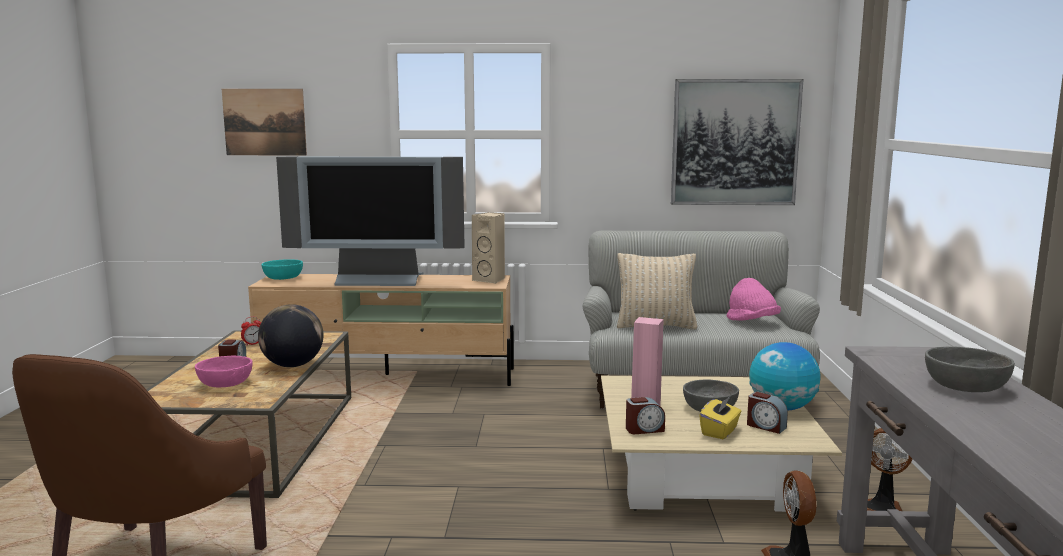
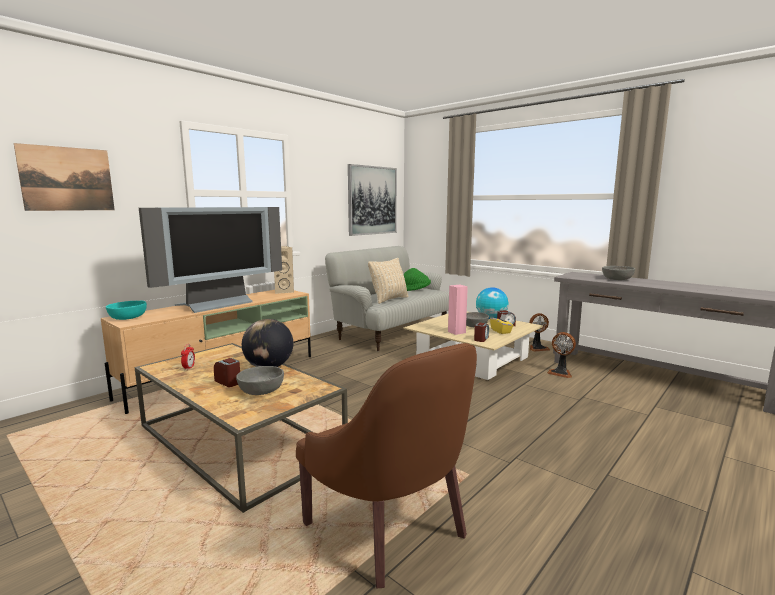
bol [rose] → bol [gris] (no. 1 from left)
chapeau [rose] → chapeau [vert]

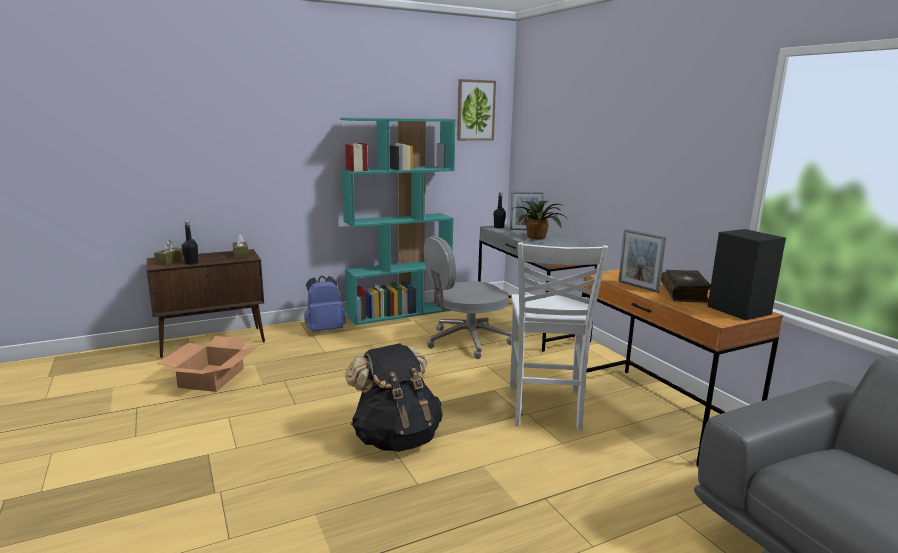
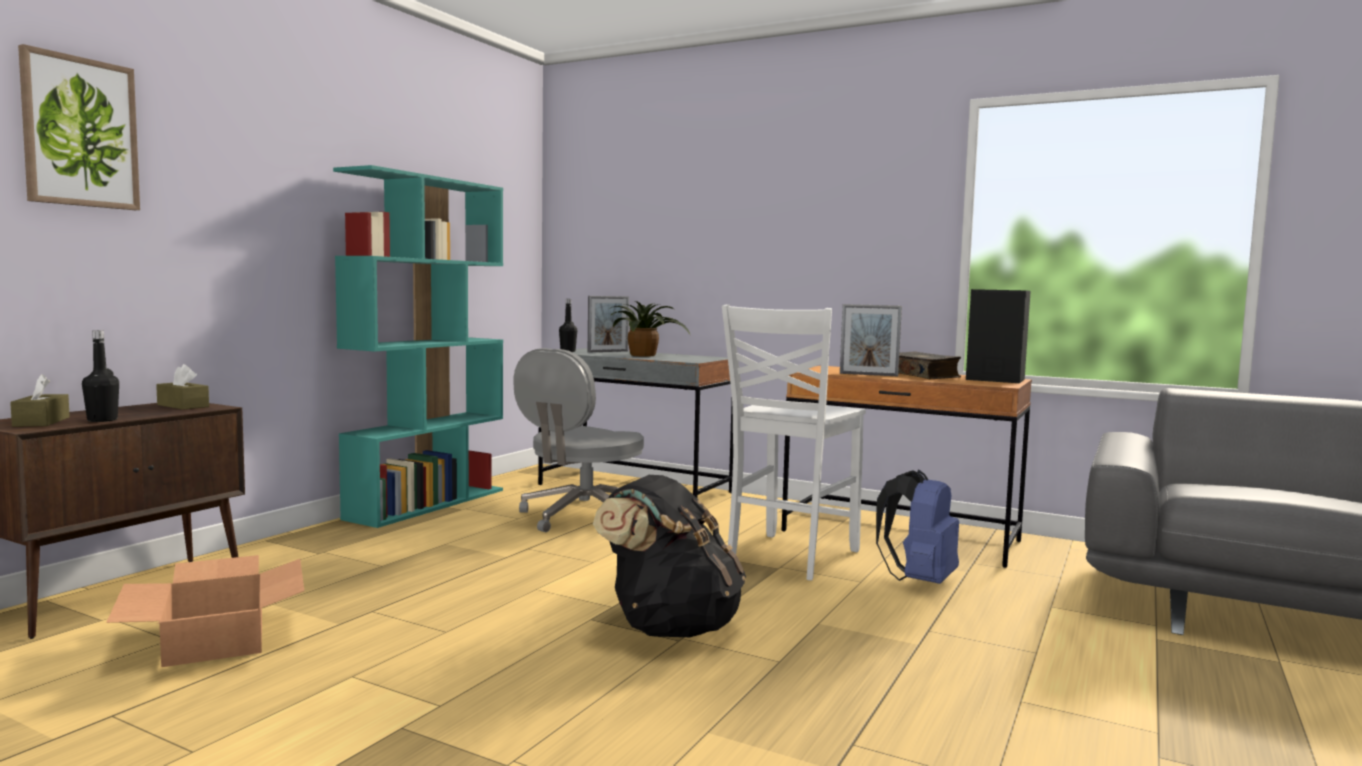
sac à dos [bleu], shifted
tableau, shifted
chaise [blanc], 60 degrees clockwise

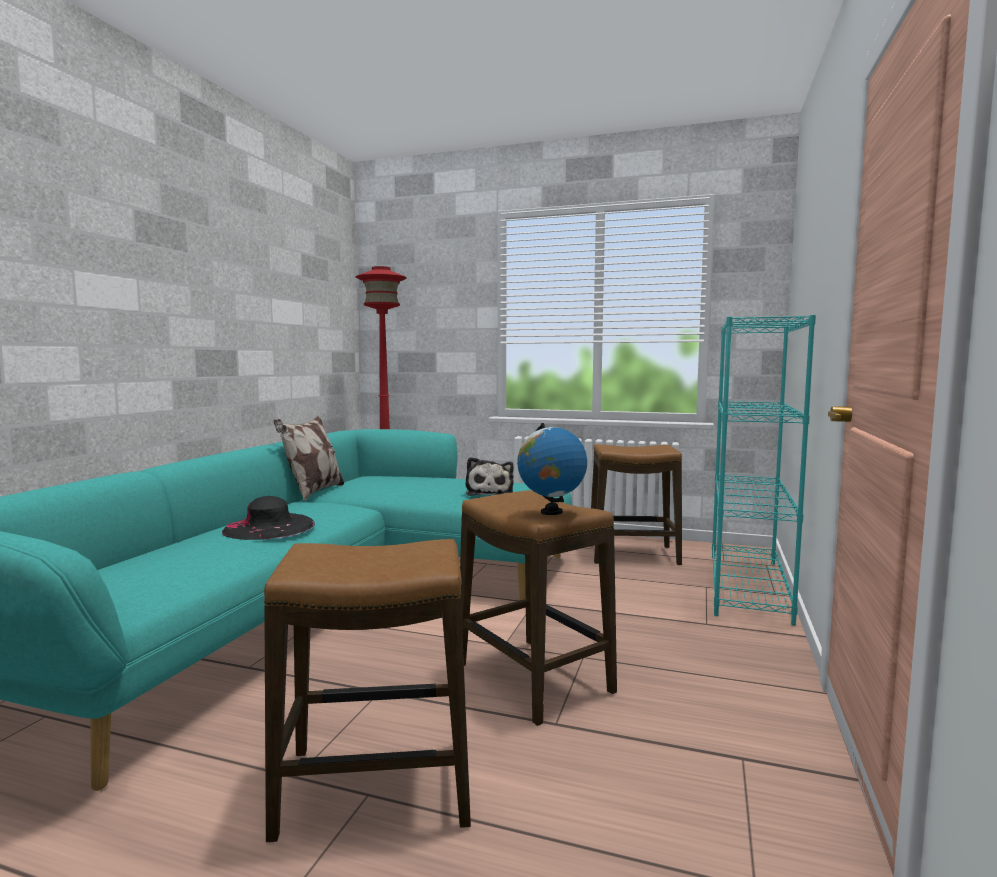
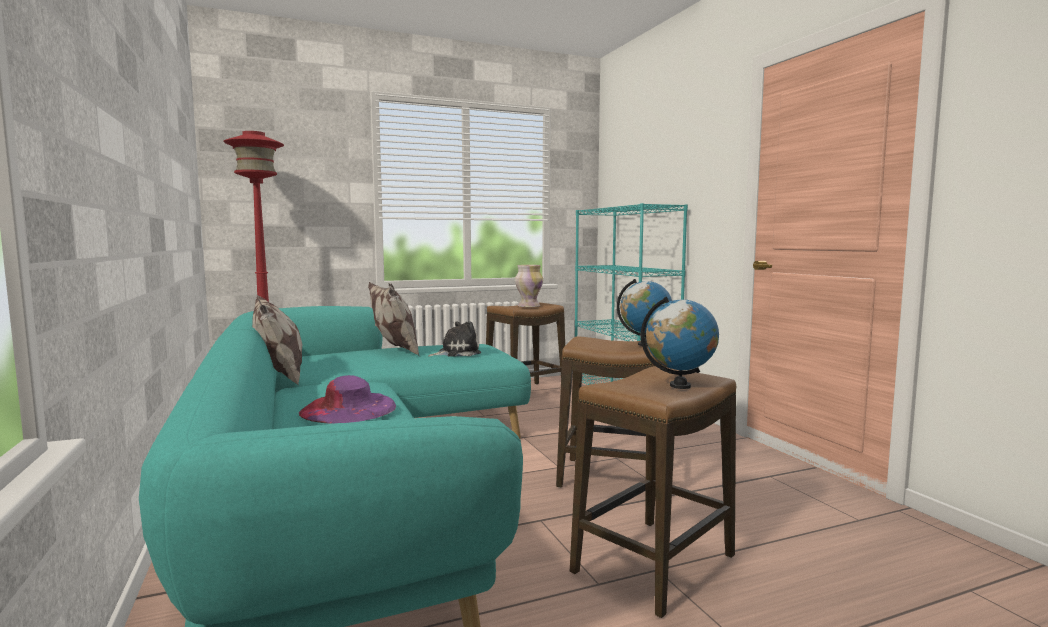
chapeau [noir] → chapeau [violet]
peluche, 75 degrees counterclockwise
- → coussin (no. 2 from left)
- → vase
- → globe (no. 2 from left)

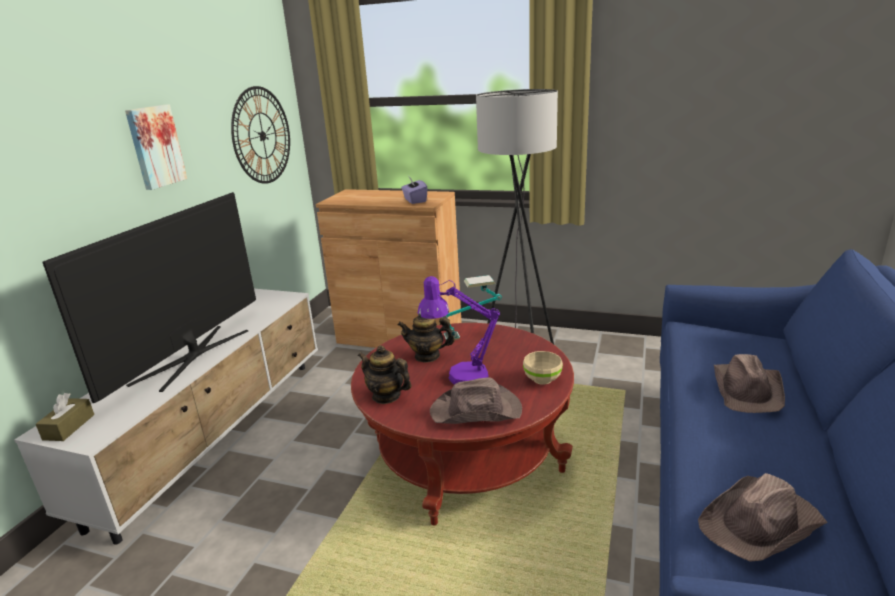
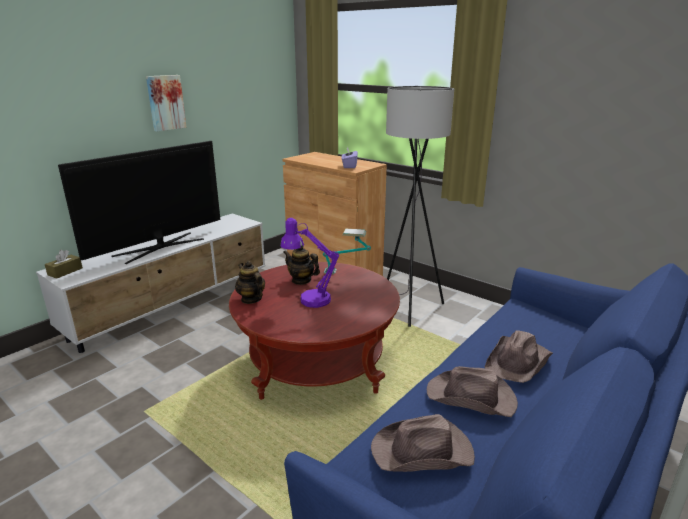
horloge murale → -
chapeau [marron] (no. 1 from left in the first image) → chapeau [marron] (no. 2 from left), shifted
bol [beige] → -

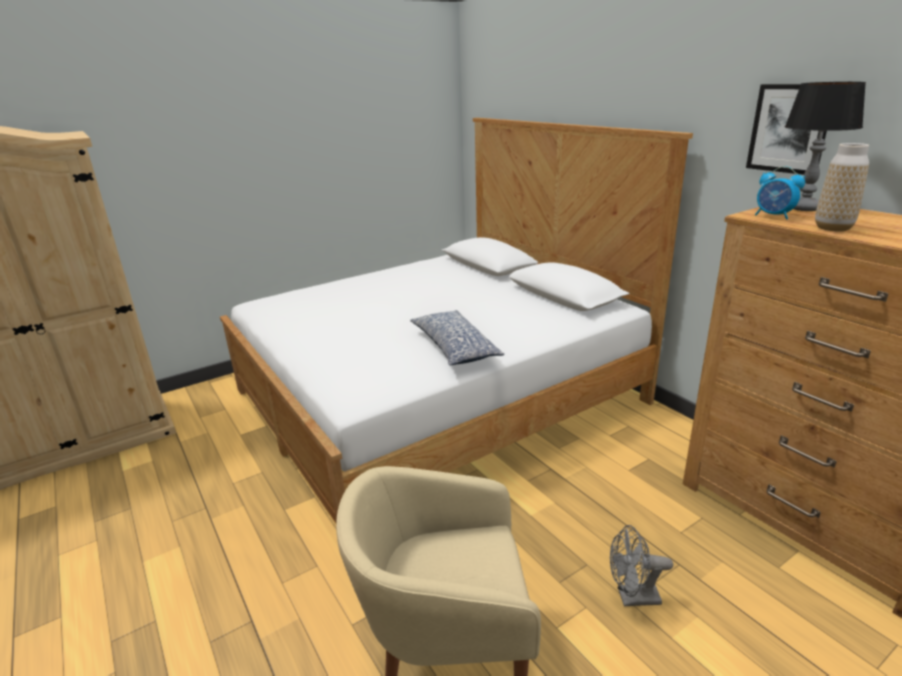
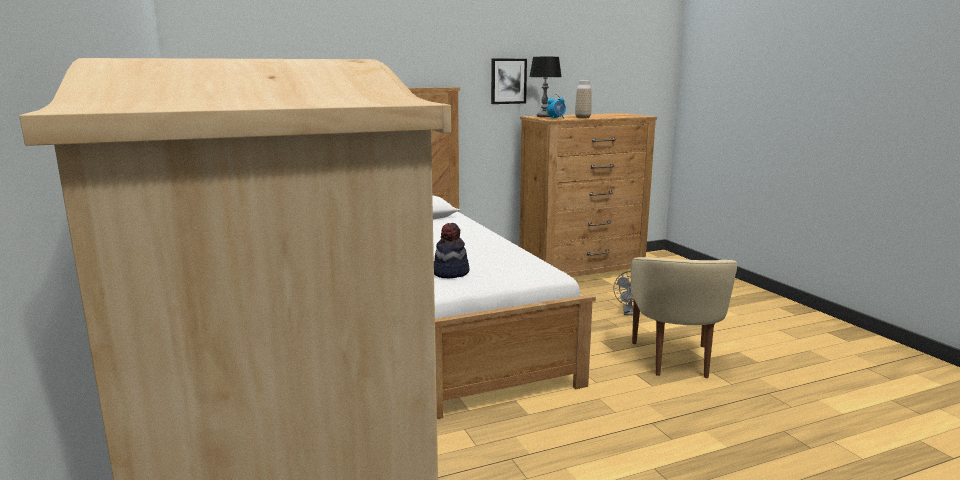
coussin → -
- → chapeau

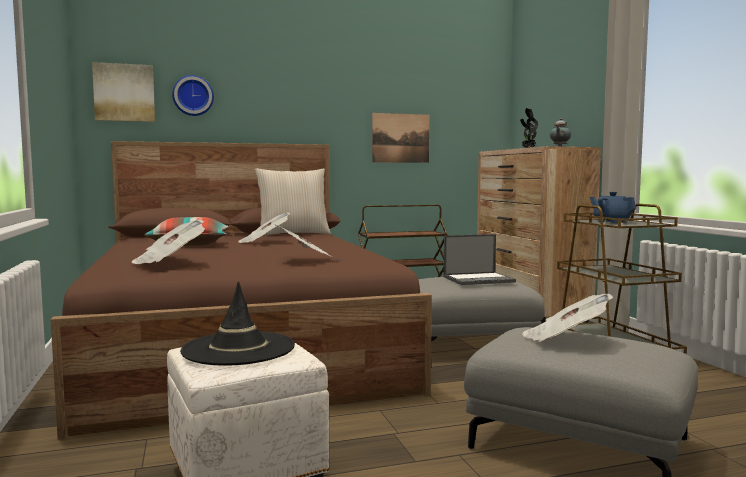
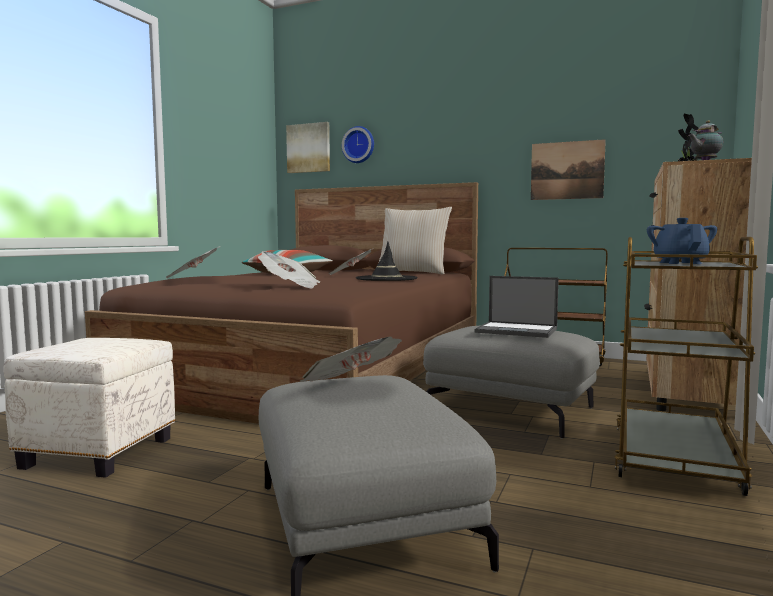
chapeau [noir], shifted

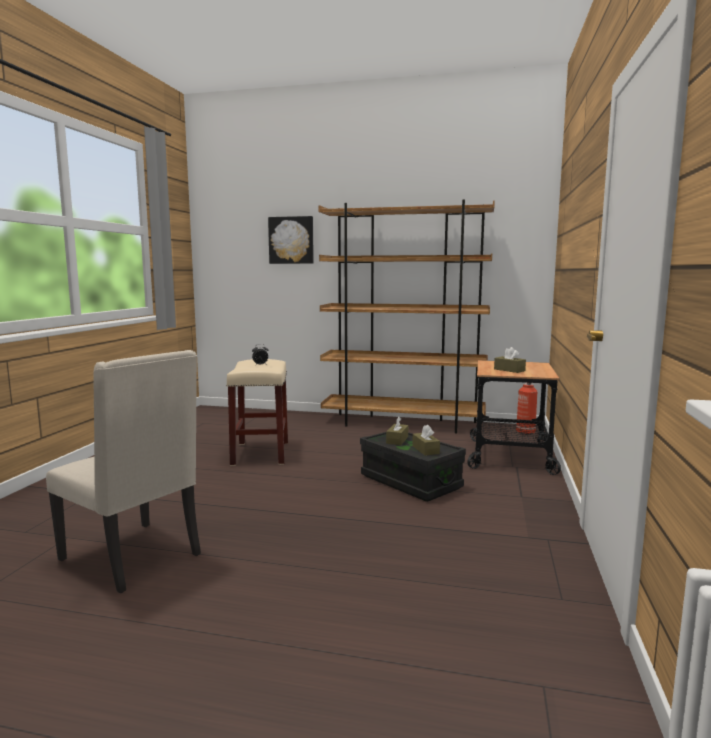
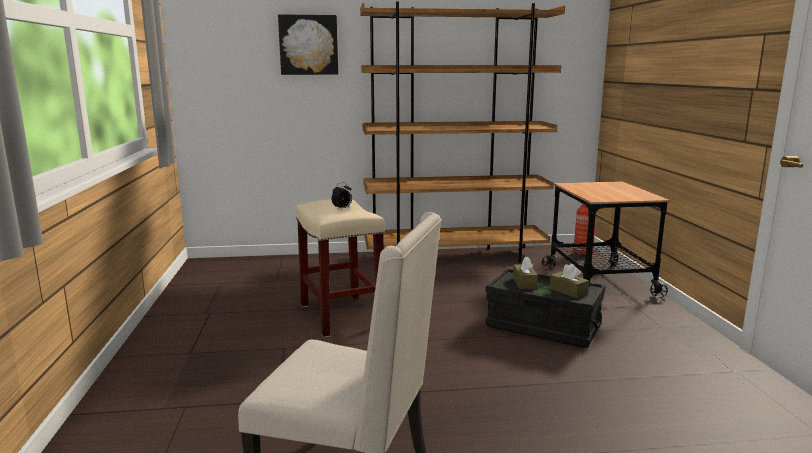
boîte à mouchoirs [marron] (no. 3 from left) → -

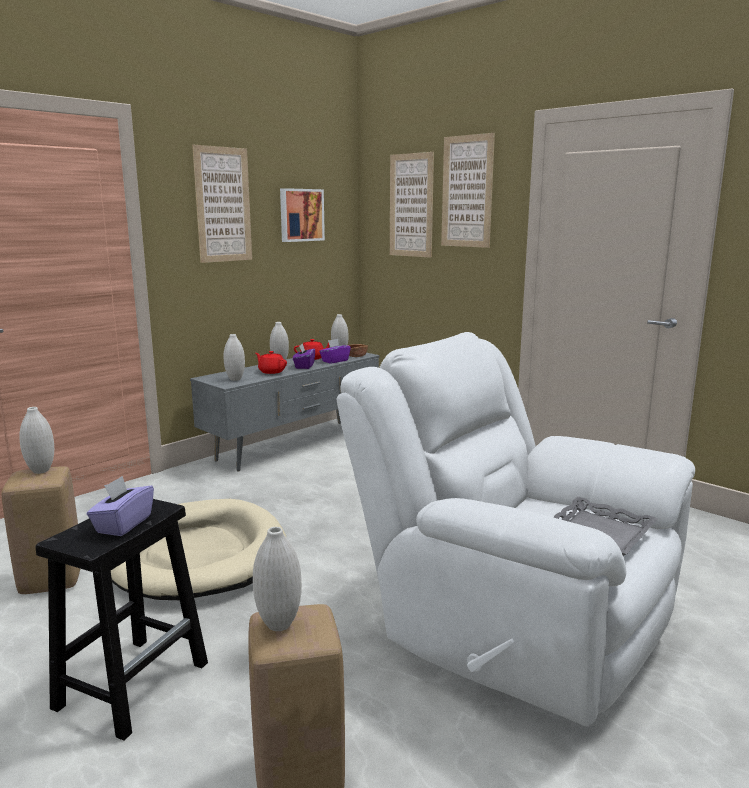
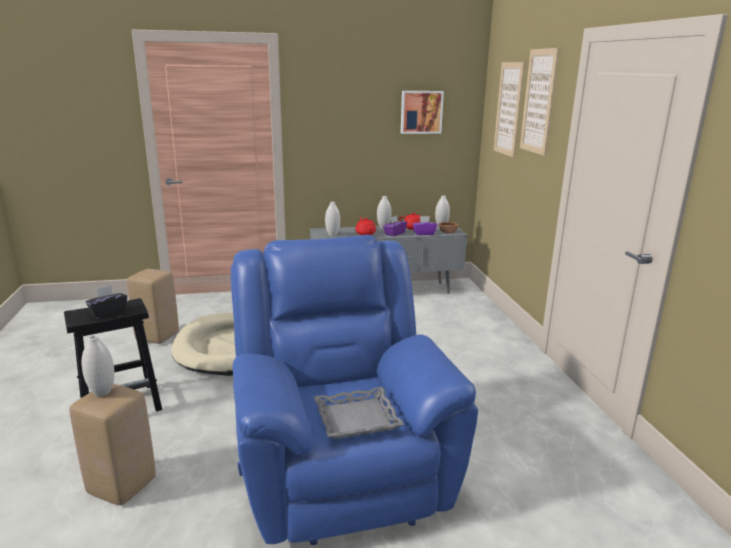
vase [blanc] (no. 1 from left) → -
boîte à mouchoirs [violet] (no. 1 from left) → boîte à mouchoirs [noir]
tableau (no. 1 from left) → -
fauteuil [blanc] → fauteuil [bleu]

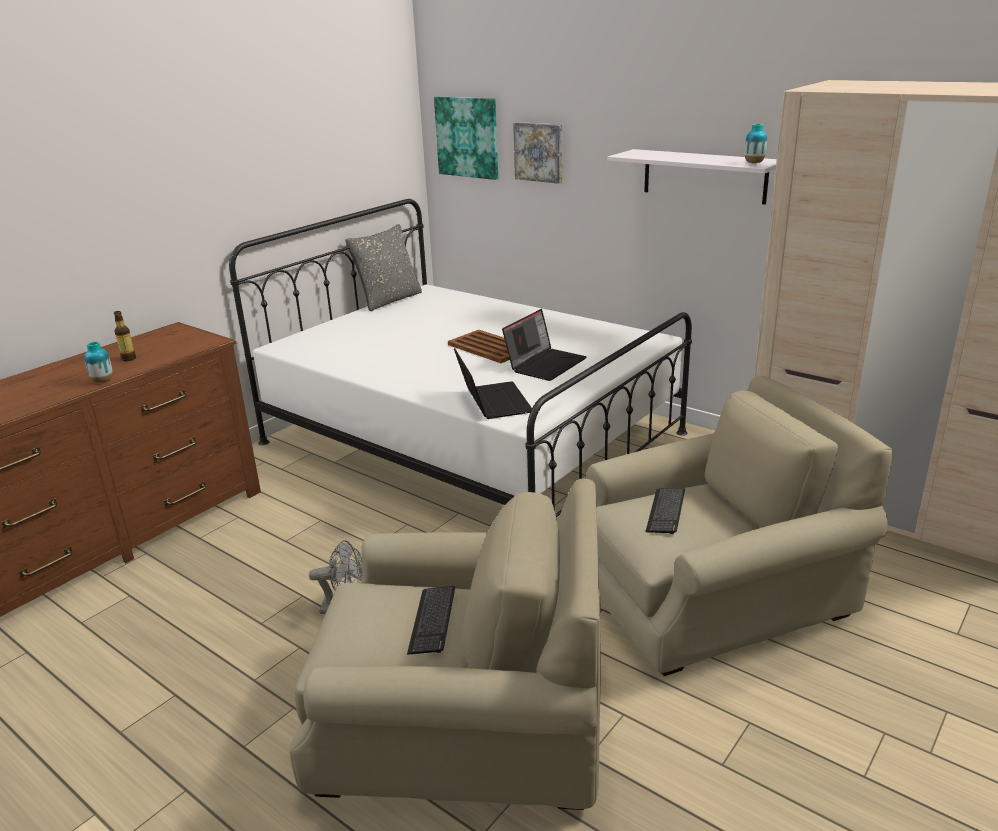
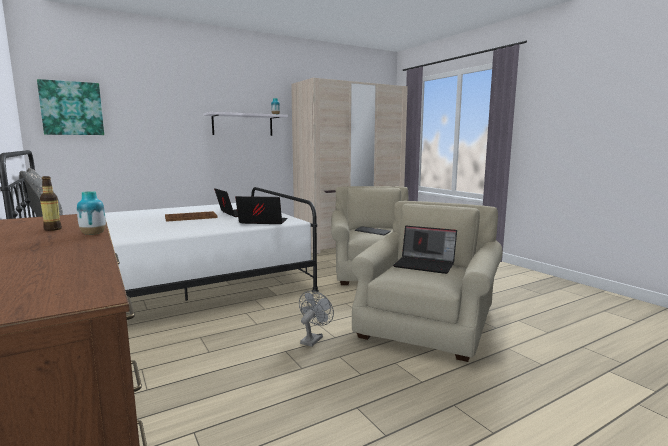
clavier (no. 1 from left) → ordinateur portable (no. 3 from left)
tableau (no. 2 from left) → -

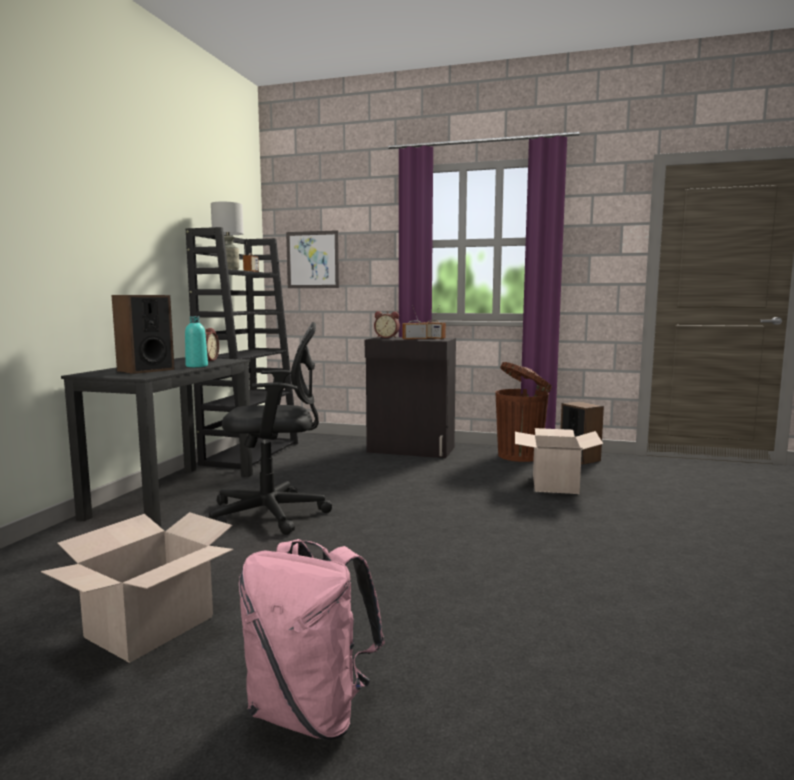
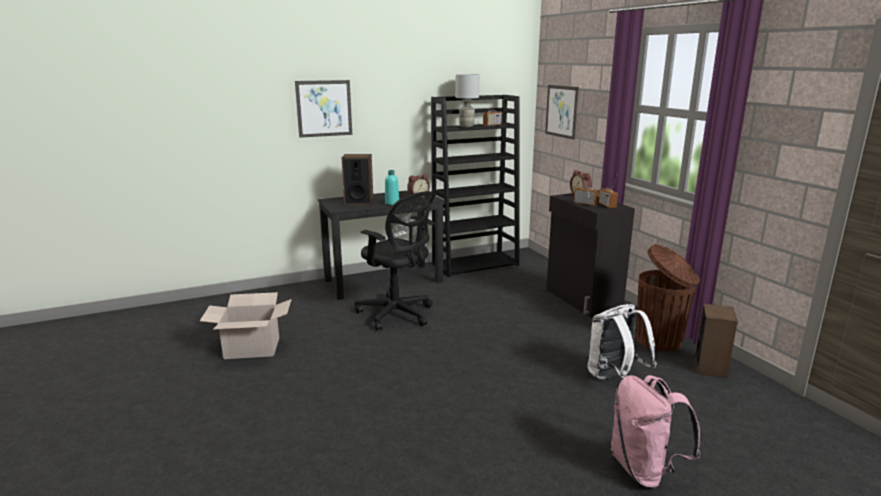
sac à dos [rose], shifted
carton (no. 2 from left) → sac à dos [blanc]
- → tableau (no. 1 from left)

